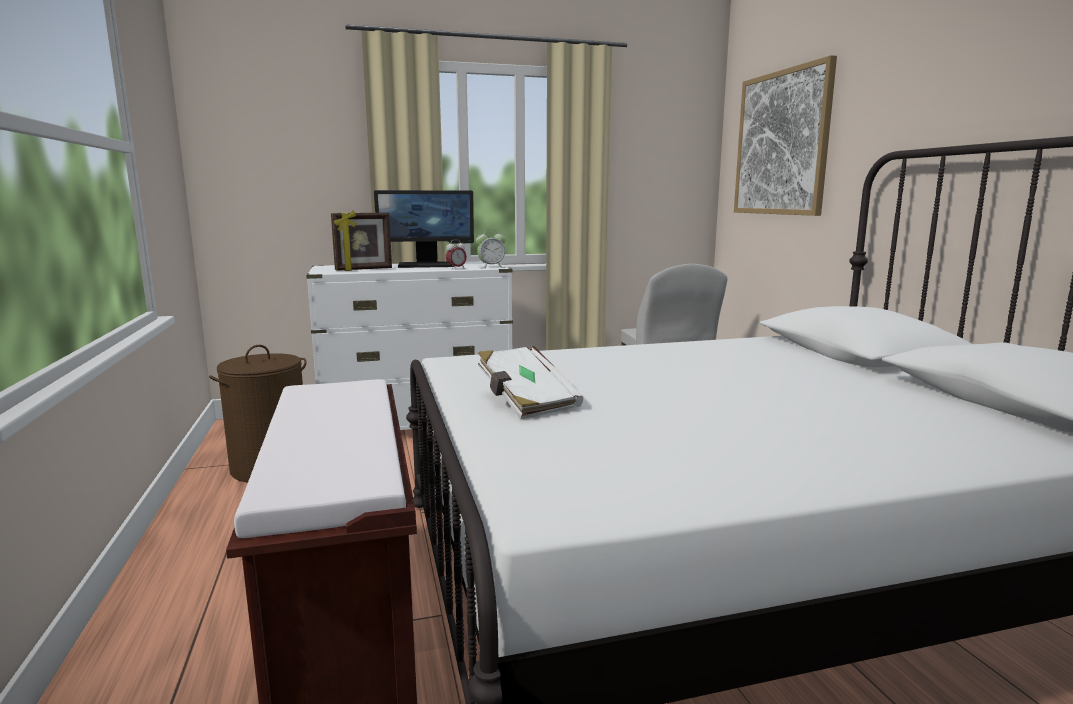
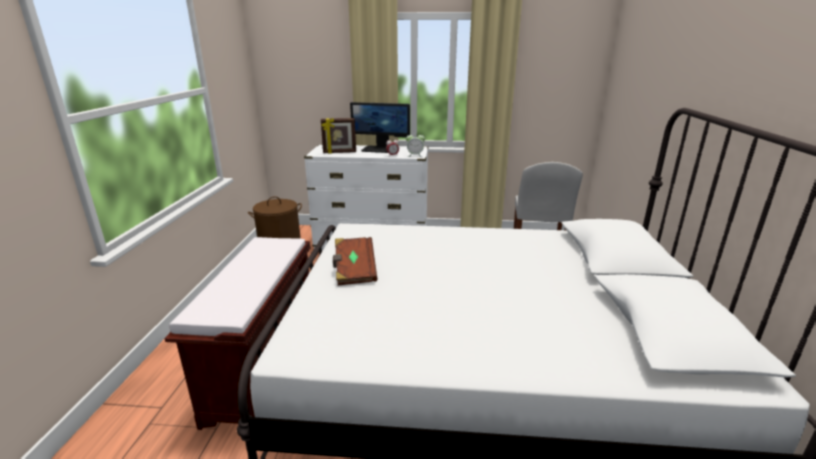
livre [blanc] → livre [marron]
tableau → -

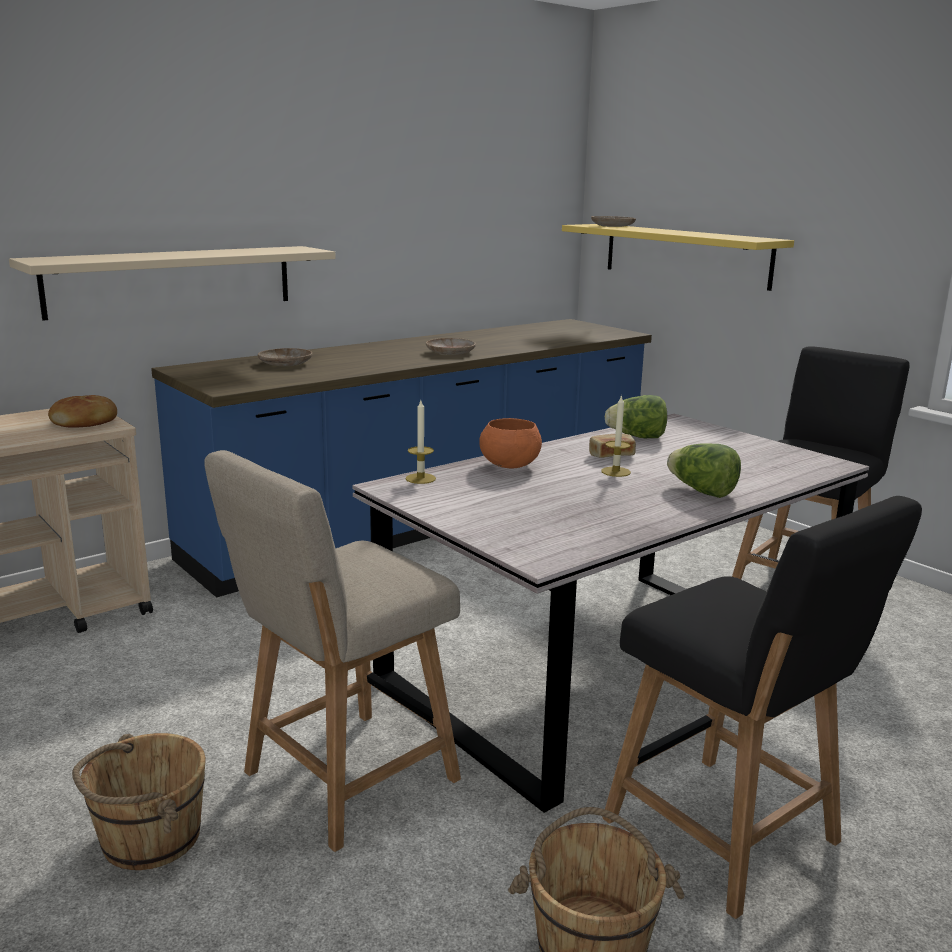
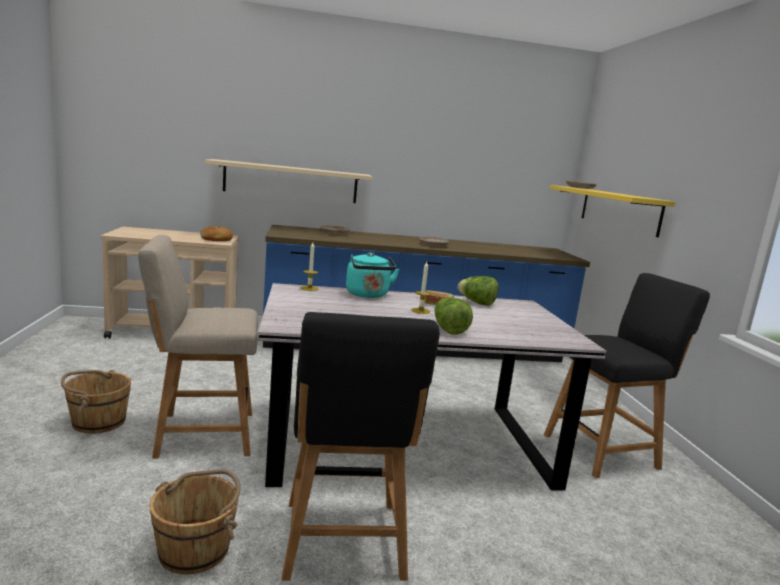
bol [orange] → bouilloire [turquoise]

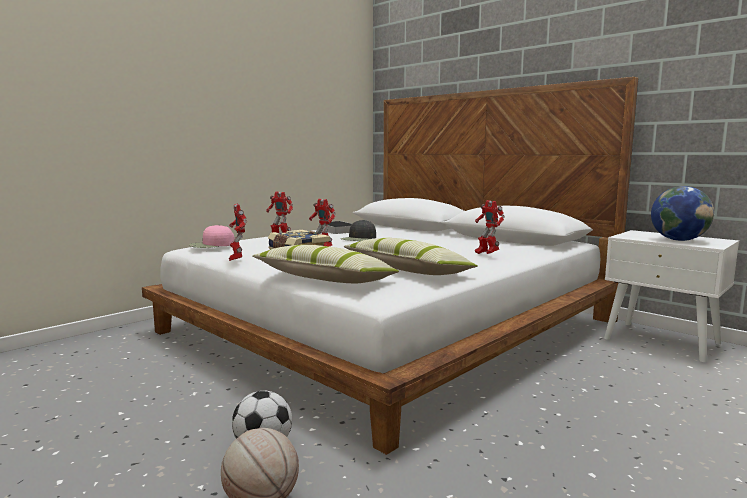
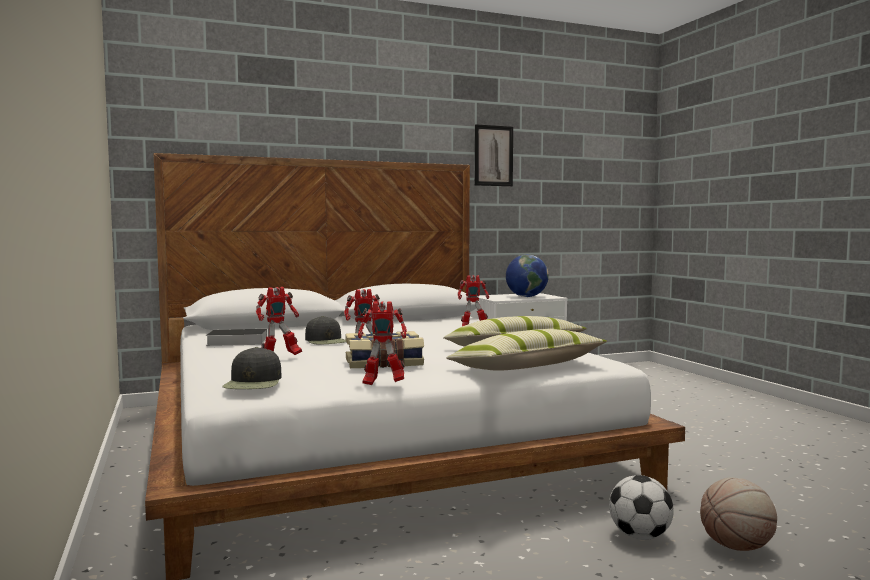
casquette [rose] → casquette [noir] (no. 1 from left)
- → tableau

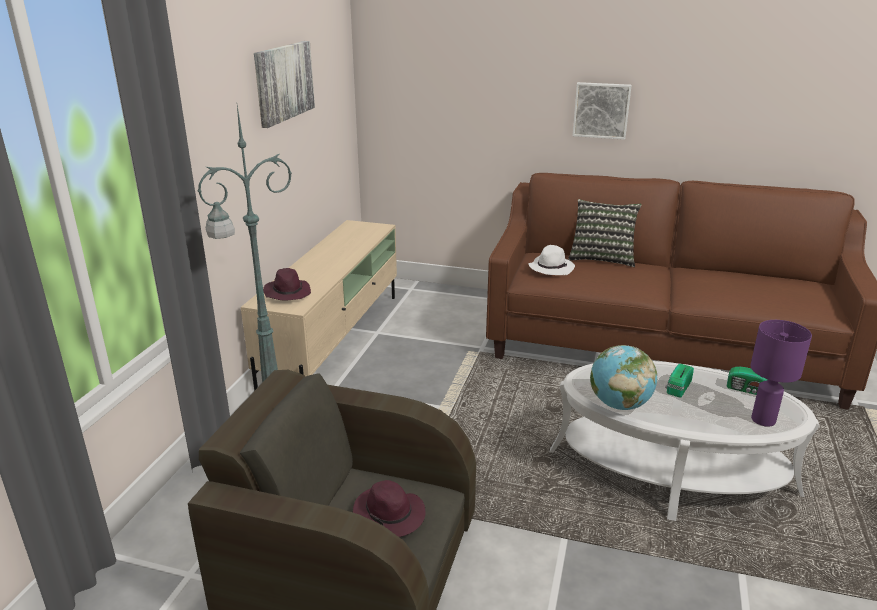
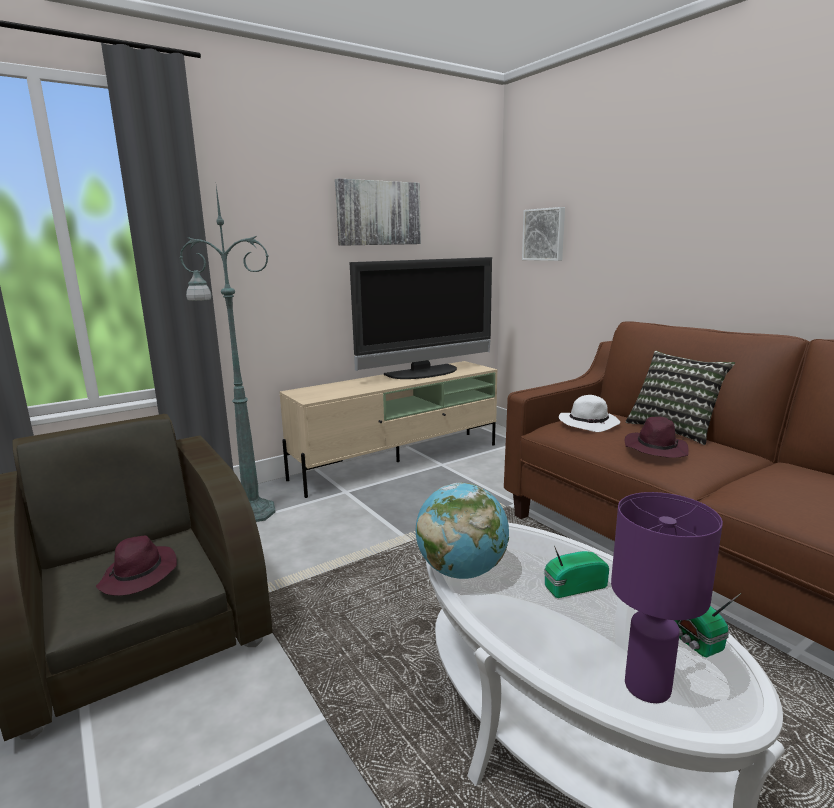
chapeau [violet] (no. 1 from left in the first image) → chapeau [violet] (no. 2 from left), shifted
tableau (no. 2 from left), shifted
- → téléviseur

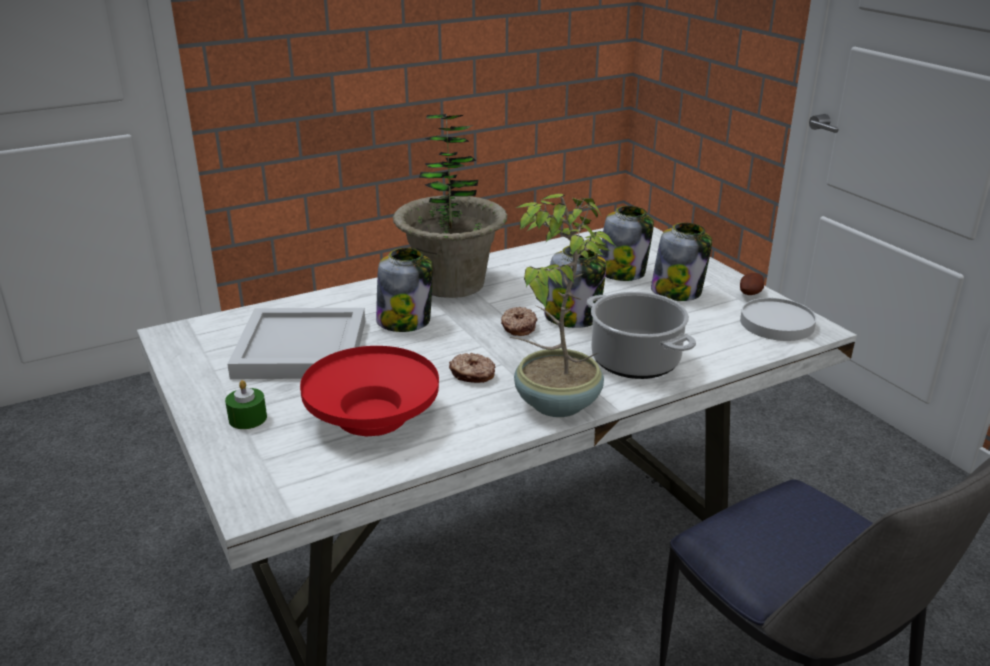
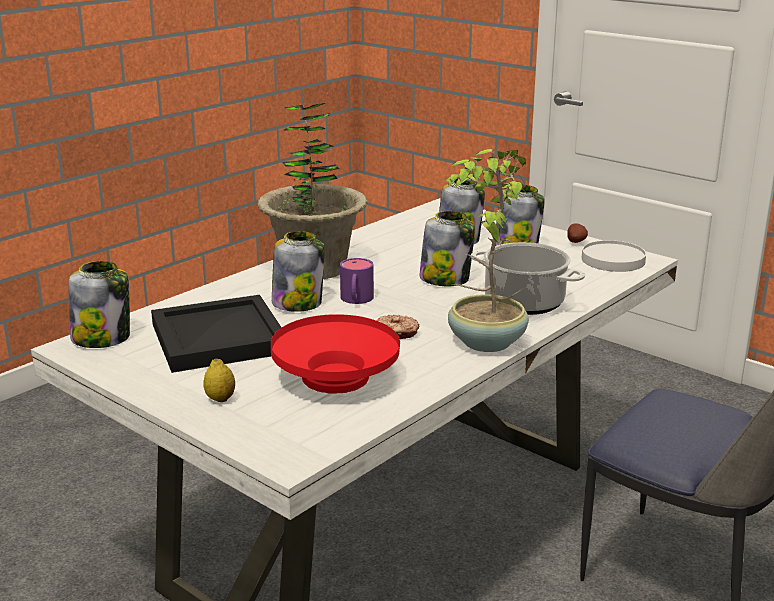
bougie [vert] → citron
plateau [blanc] → plateau [noir]
beignet (no. 2 from left) → -
- → bocal (no. 1 from left)
- → mug [violet]

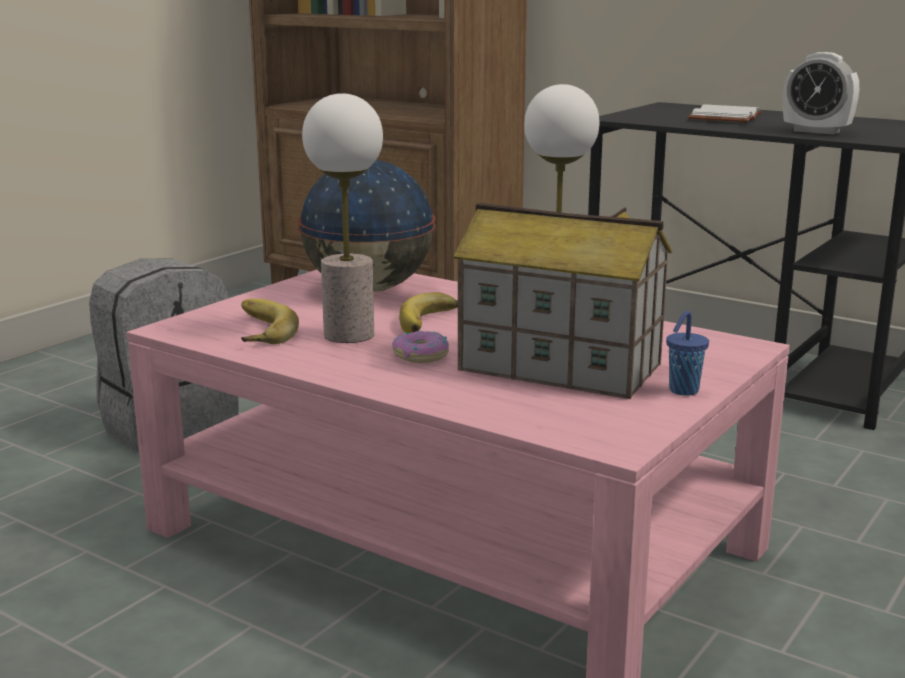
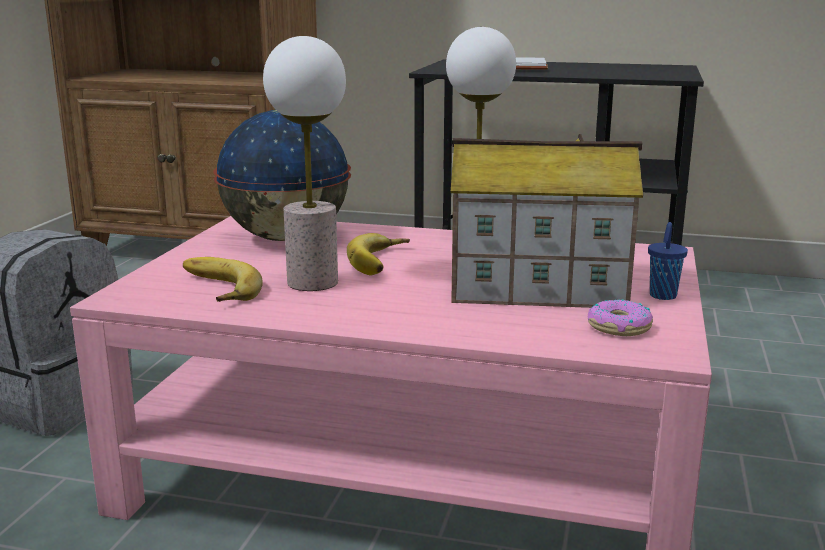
beignet, shifted
réveil → -

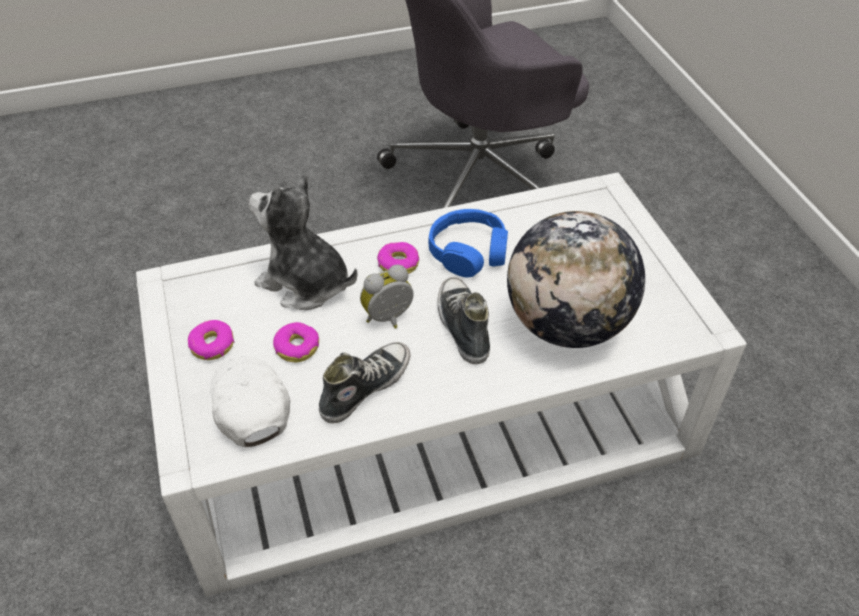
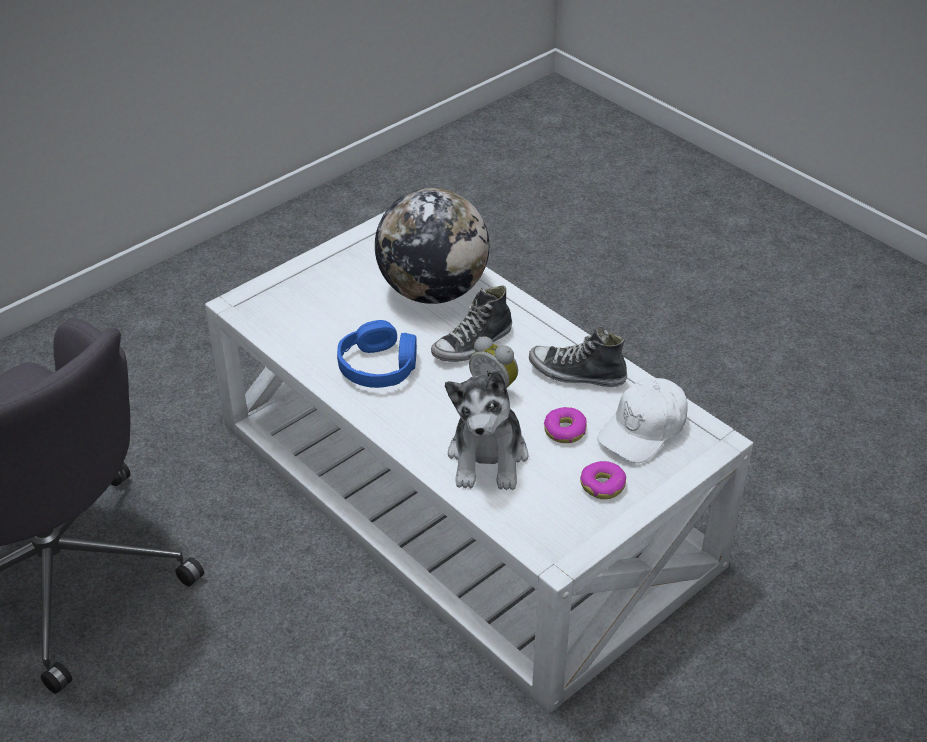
beignet (no. 3 from left) → -

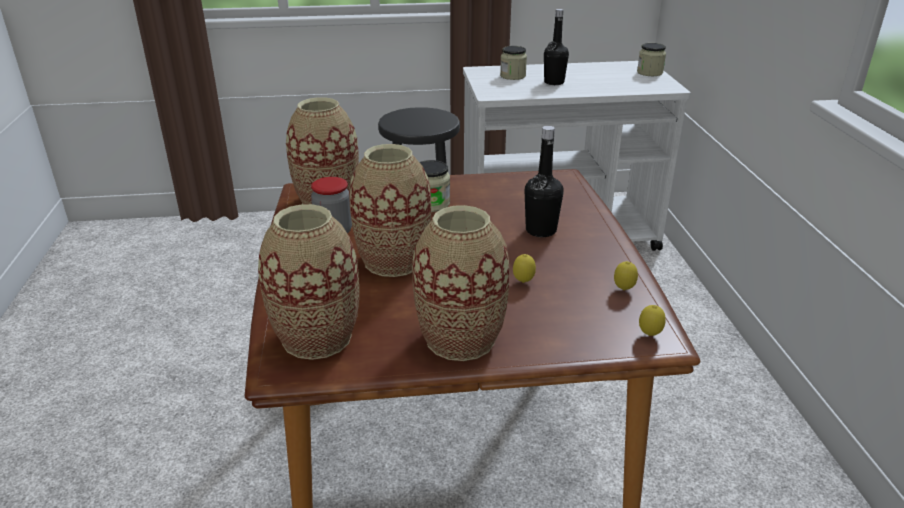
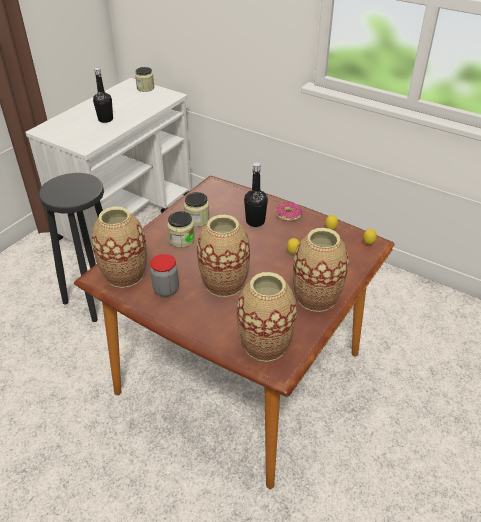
bocal (no. 3 from left in the first image) → bocal (no. 4 from left), shifted
- → beignet

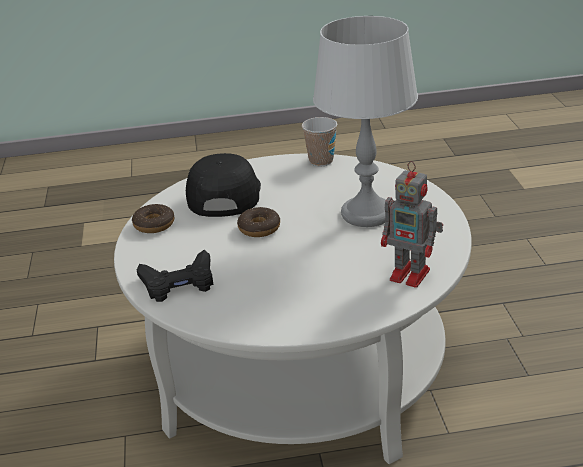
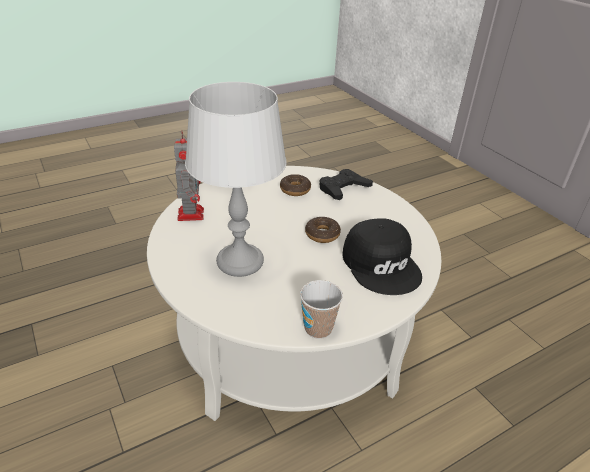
beignet (no. 1 from left), shifted
robot jouet, 75 degrees clockwise

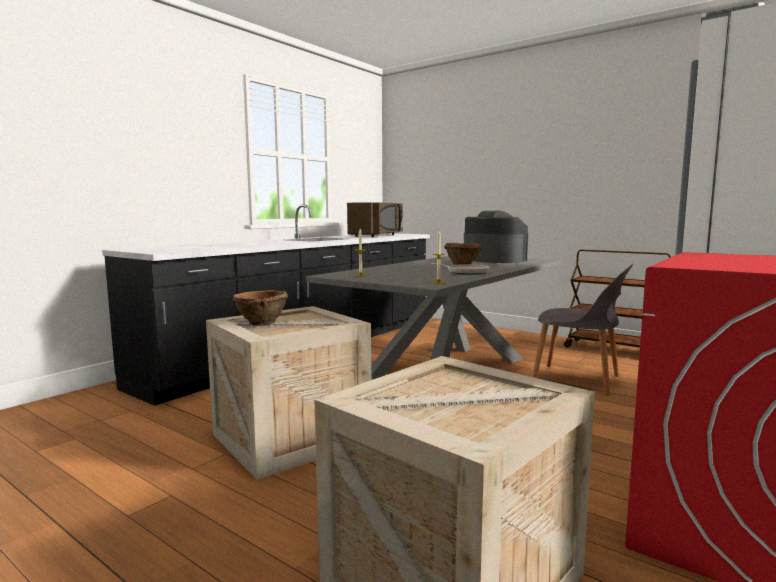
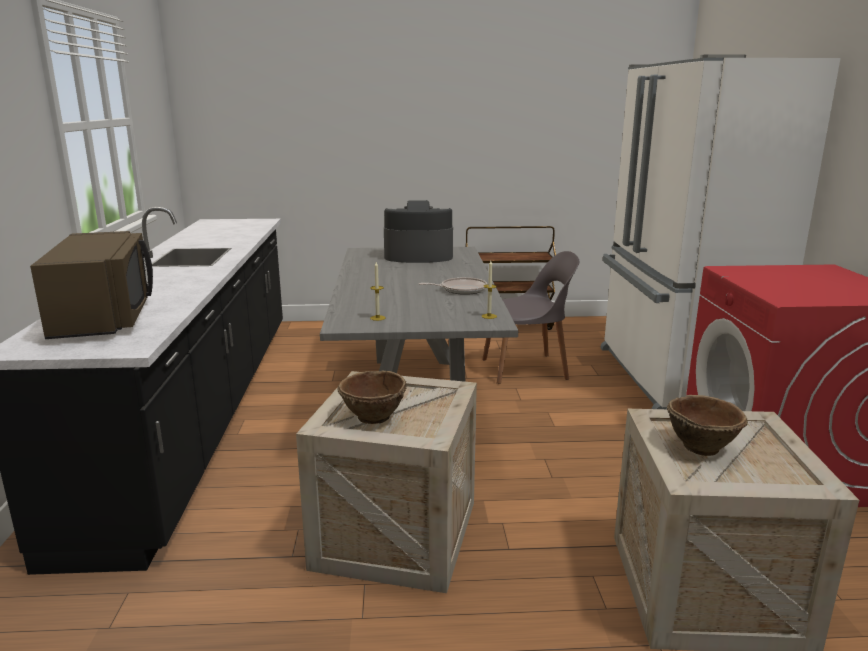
micro-ondes [marron], shifted
bol [marron] (no. 2 from left), shifted

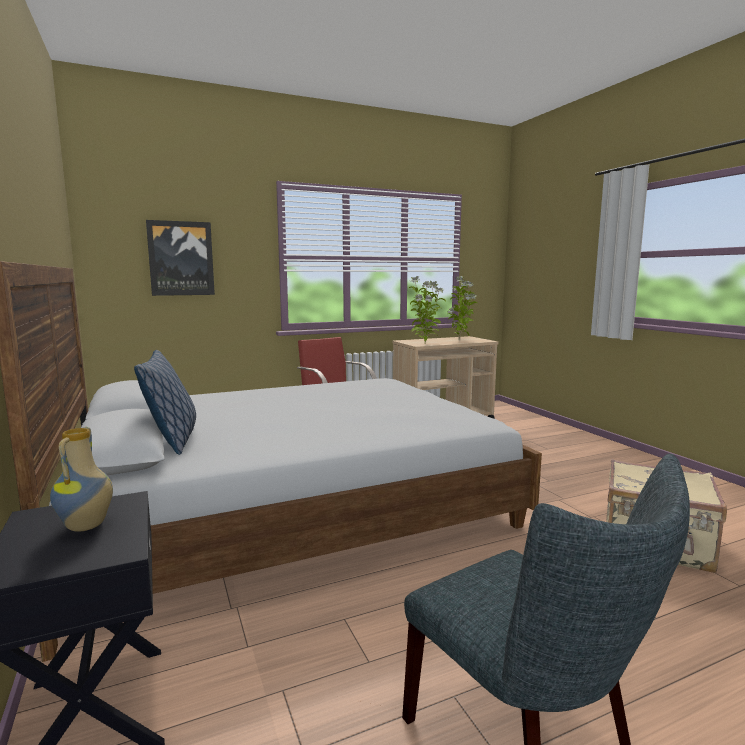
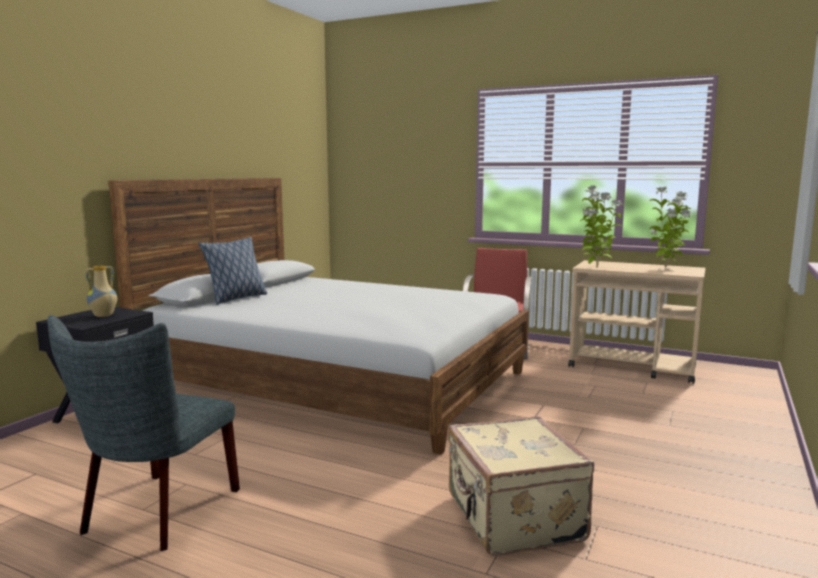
tableau → -

